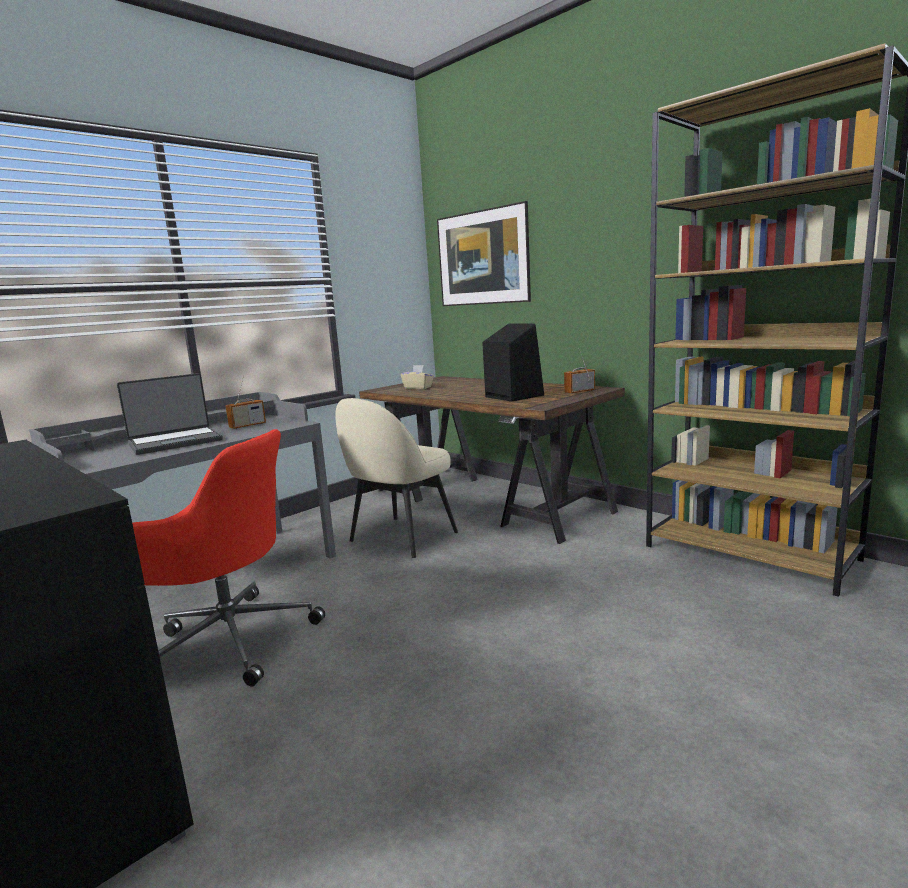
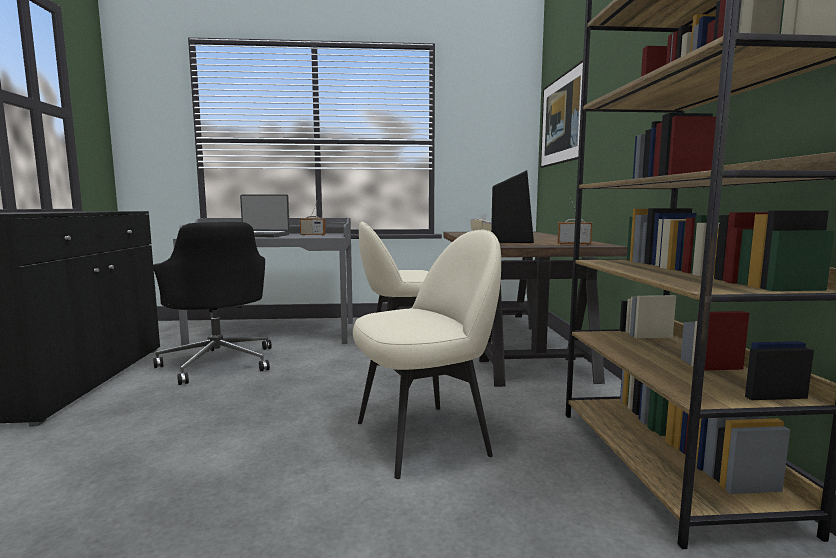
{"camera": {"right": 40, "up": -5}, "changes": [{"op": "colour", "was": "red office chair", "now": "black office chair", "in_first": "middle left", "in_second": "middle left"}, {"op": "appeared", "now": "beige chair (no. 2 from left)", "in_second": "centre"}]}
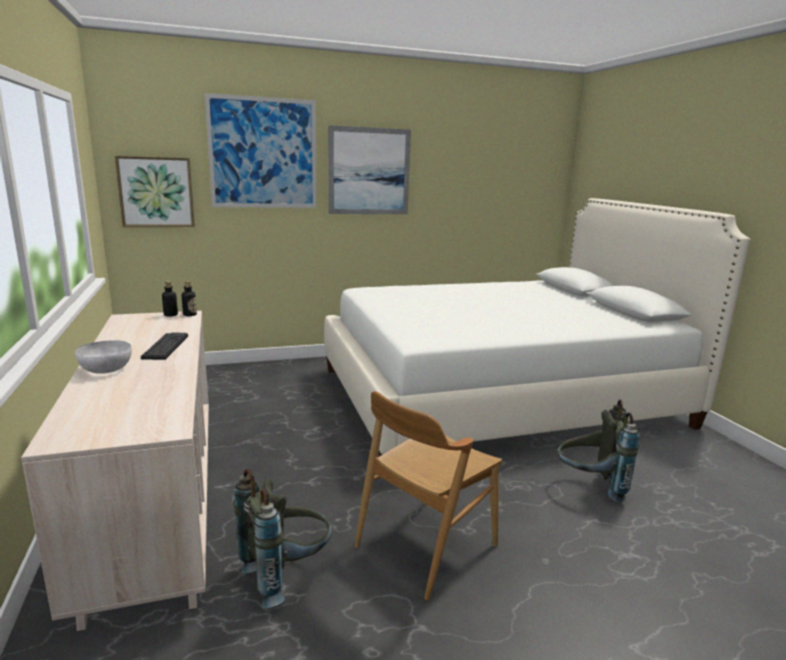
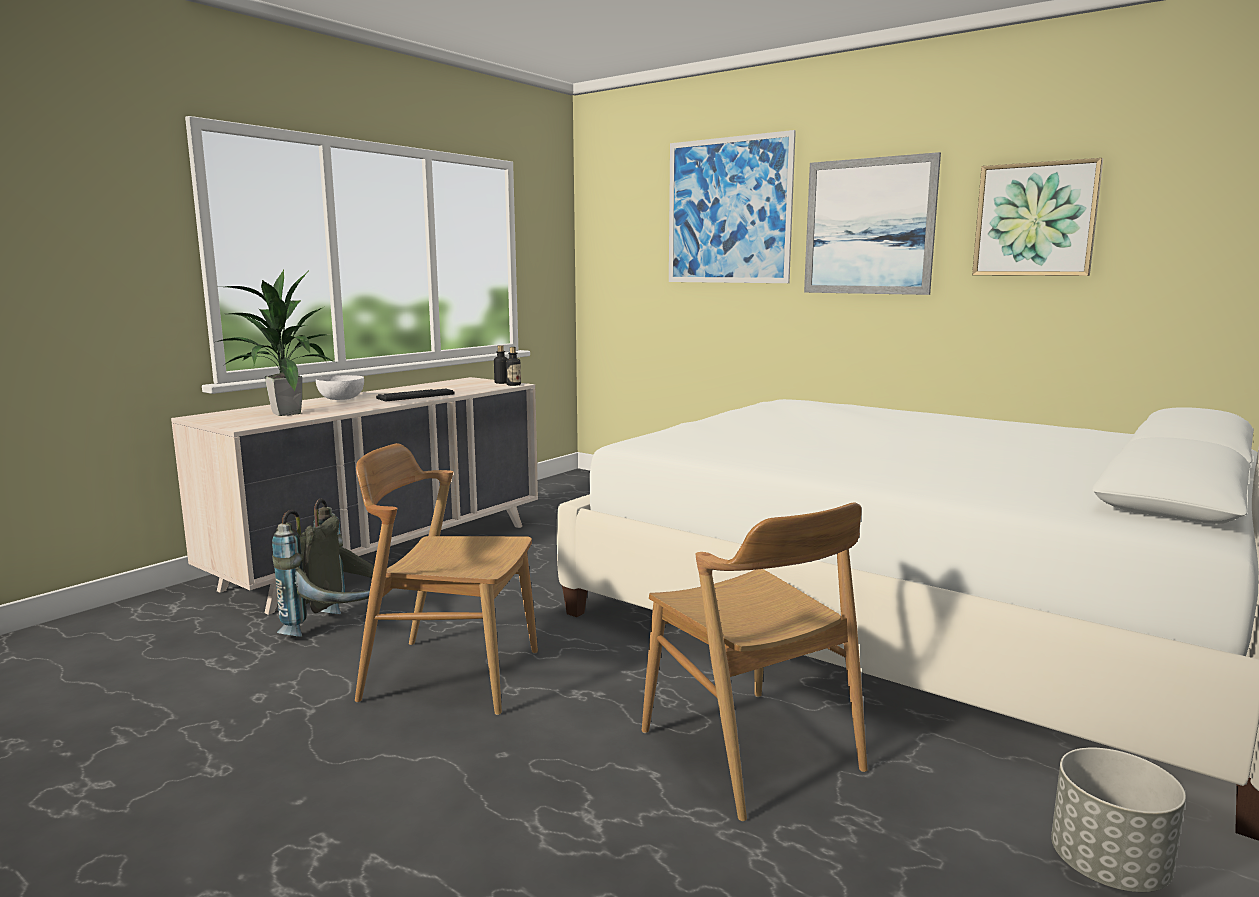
{"camera": {"right": 55, "up": -5}, "changes": [{"op": "appeared", "now": "potted plant", "in_second": "middle left"}, {"op": "exchanged", "was": "grey backpack (no. 2 from left)", "now": "brown chair (no. 2 from left)", "in_first": "bottom right", "in_second": "bottom centre"}, {"op": "relocated", "was": "picture (no. 1 from left in the first image)", "now": "picture (no. 3 from left)", "in_first": "top left", "in_second": "top right"}, {"op": "appeared", "now": "grey planter", "in_second": "bottom right"}]}
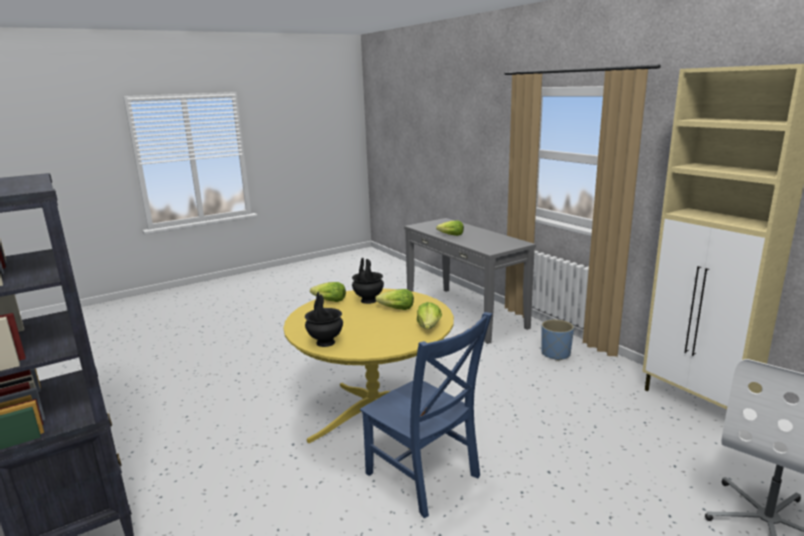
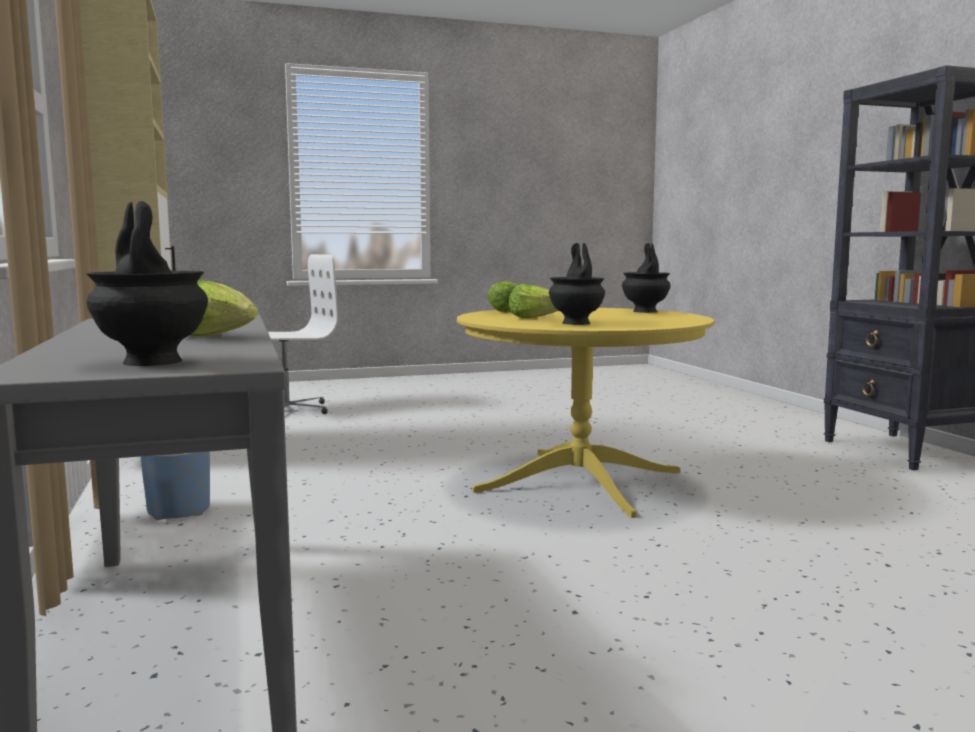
{"camera": {"right": -165, "up": -10}, "changes": [{"op": "appeared", "now": "black vase (no. 1 from left)", "in_second": "middle left"}, {"op": "missing", "was": "lettuce (no. 1 from left)", "in_first": "centre"}, {"op": "missing", "was": "blue chair", "in_first": "bottom centre"}]}
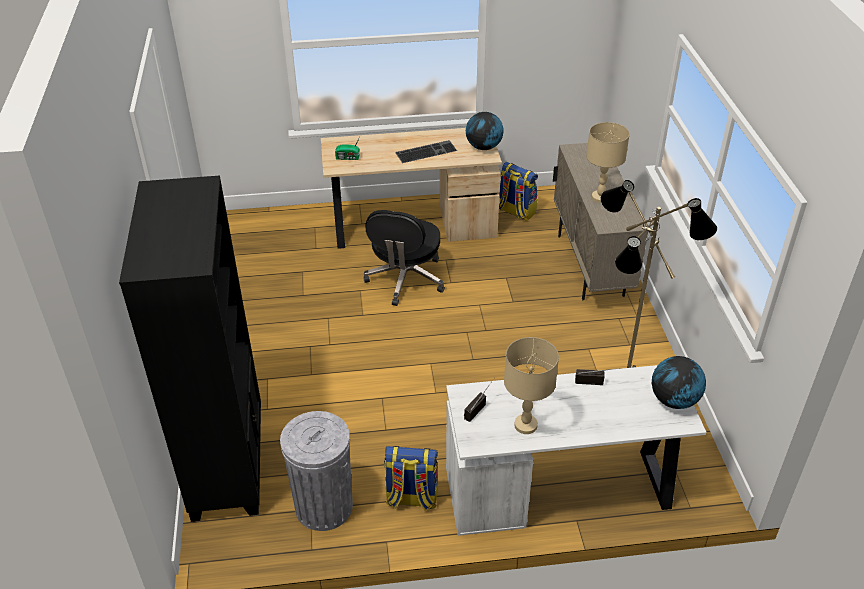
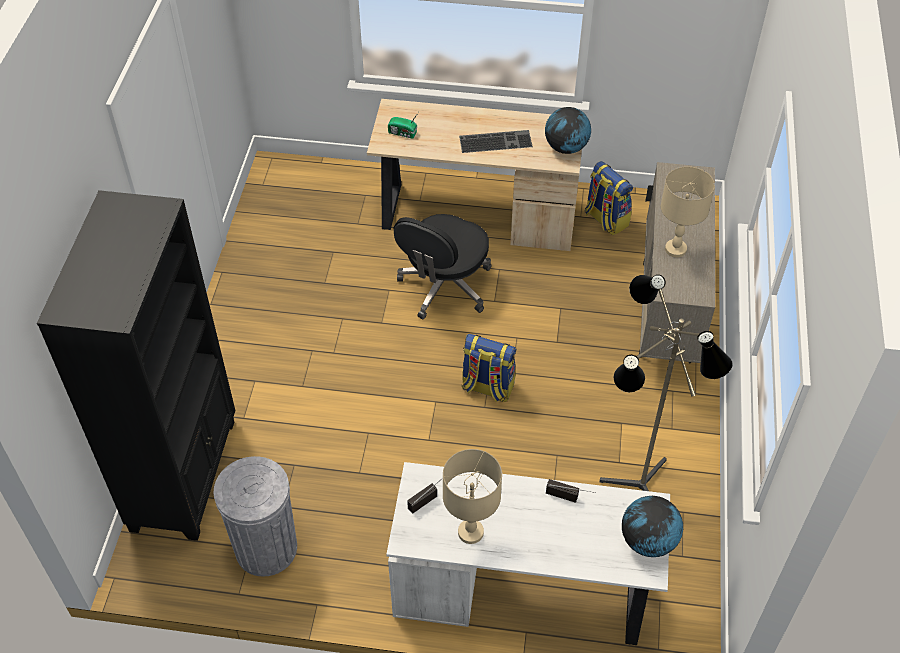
{"camera": {"right": 15, "up": 10}, "changes": [{"op": "relocated", "was": "backpack (no. 1 from left)", "in_first": "bottom centre", "in_second": "centre"}]}
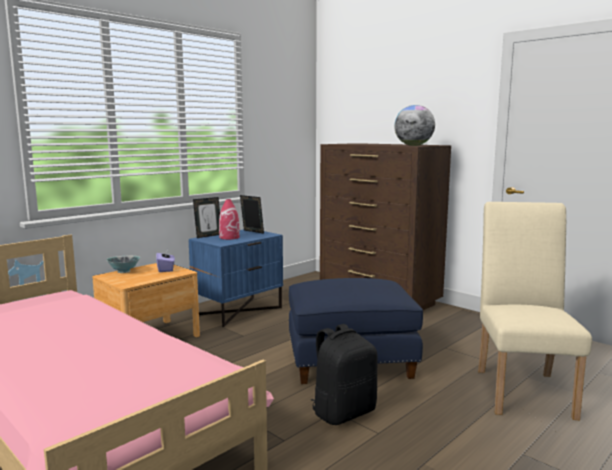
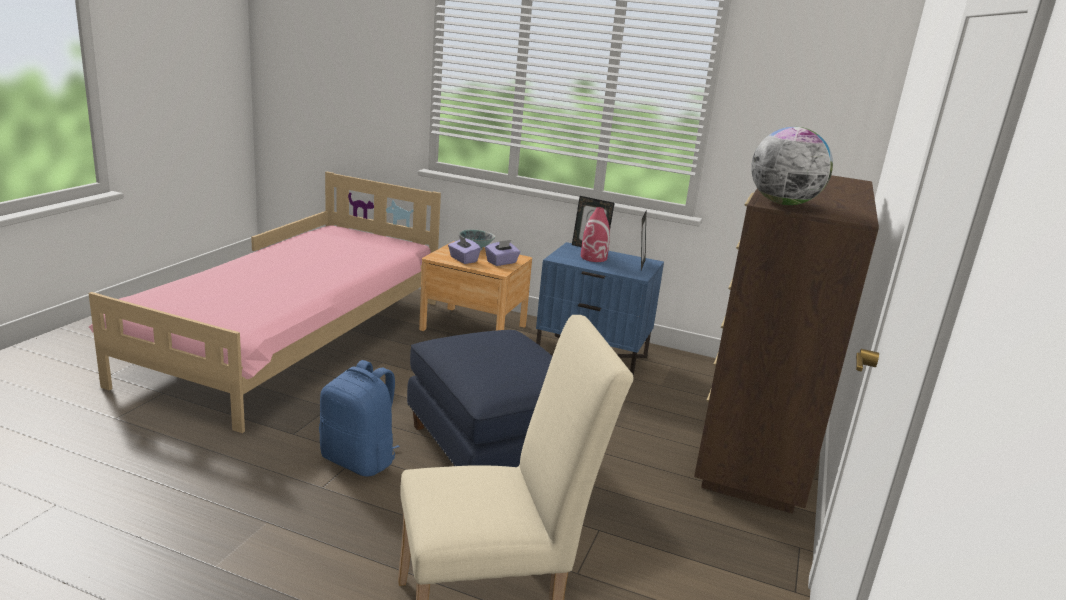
{"camera": {"right": 65, "up": 10}, "changes": [{"op": "colour", "was": "black backpack", "now": "blue backpack", "in_first": "bottom centre", "in_second": "bottom centre"}, {"op": "appeared", "now": "purple tissue box (no. 1 from left)", "in_second": "centre"}]}
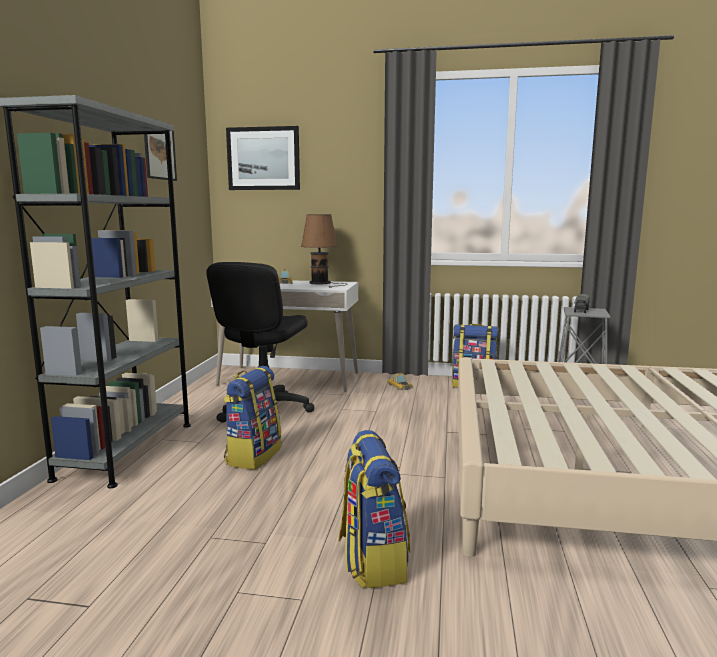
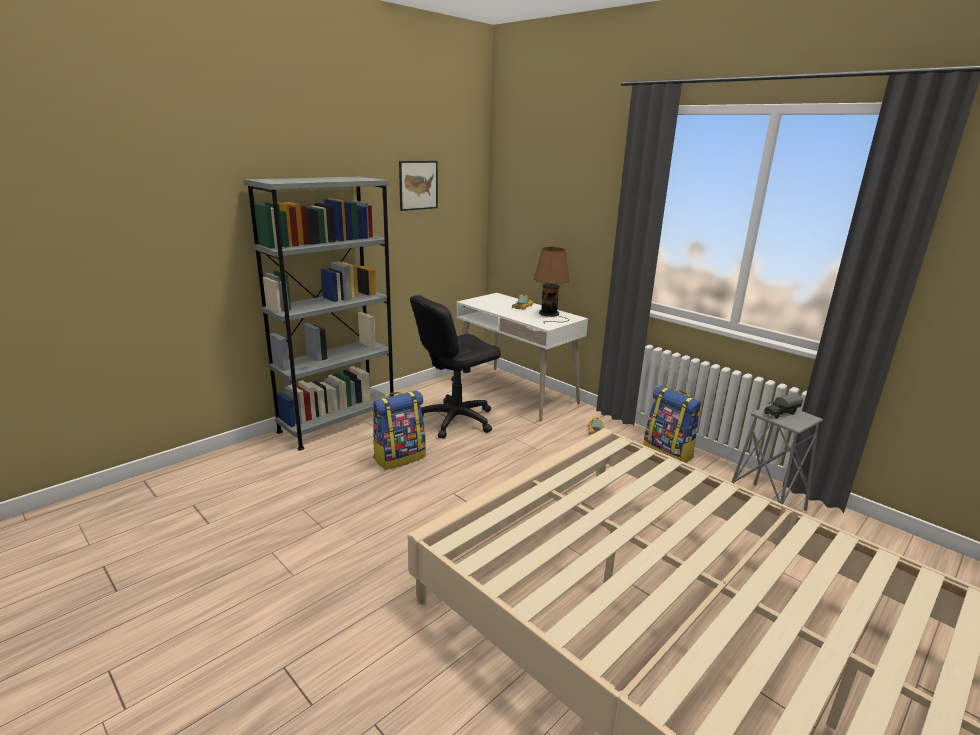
{"camera": {"right": 35, "up": 10}, "changes": [{"op": "missing", "was": "picture (no. 2 from left)", "in_first": "top centre"}, {"op": "missing", "was": "backpack (no. 2 from left)", "in_first": "bottom centre"}]}
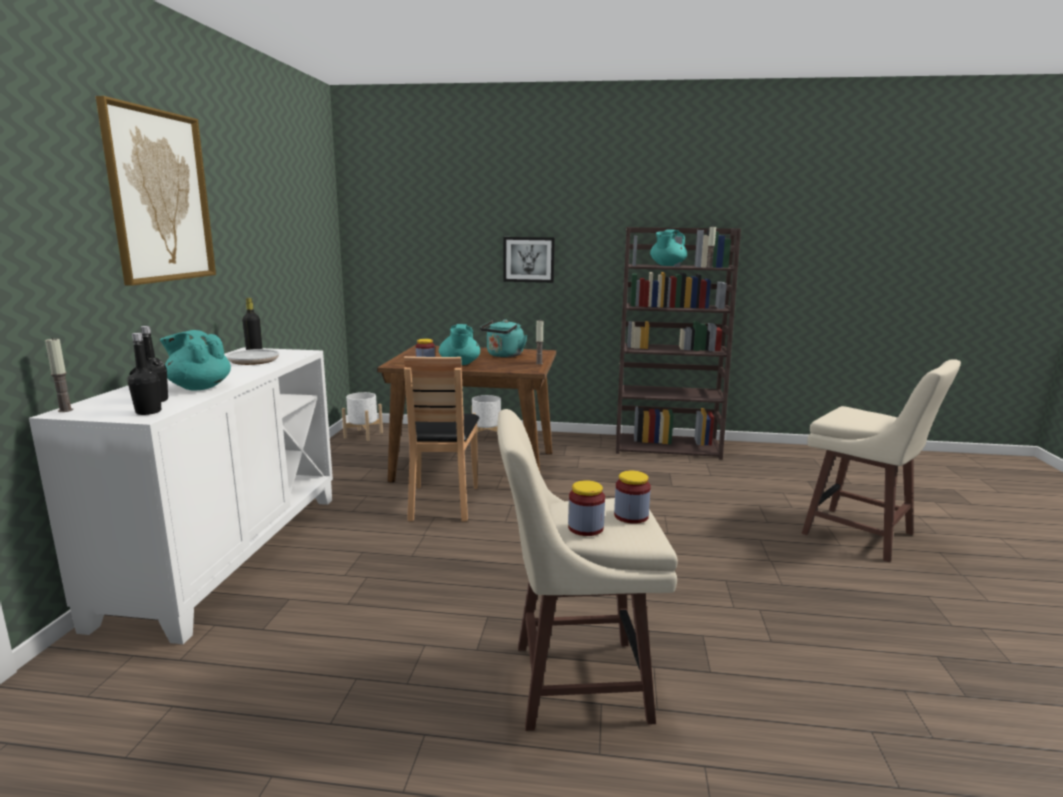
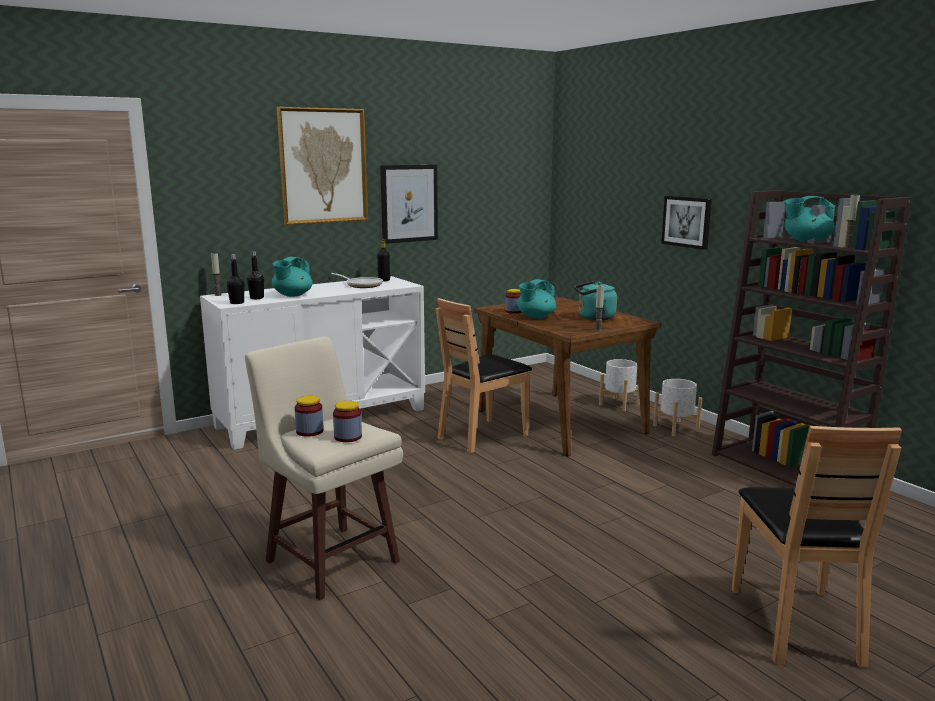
{"camera": {"right": 50, "up": 0}, "changes": [{"op": "spun", "was": "turquoise teapot (no. 1 from left)", "in_first": "middle left", "in_second": "middle left", "clockwise": -135}, {"op": "appeared", "now": "picture (no. 2 from left)", "in_second": "top centre"}, {"op": "relocated", "was": "white planter (no. 1 from left in the first image)", "now": "white planter (no. 2 from left)", "in_first": "centre", "in_second": "middle right"}, {"op": "exchanged", "was": "beige stool (no. 2 from left)", "now": "brown chair (no. 2 from left)", "in_first": "middle right", "in_second": "bottom right"}]}
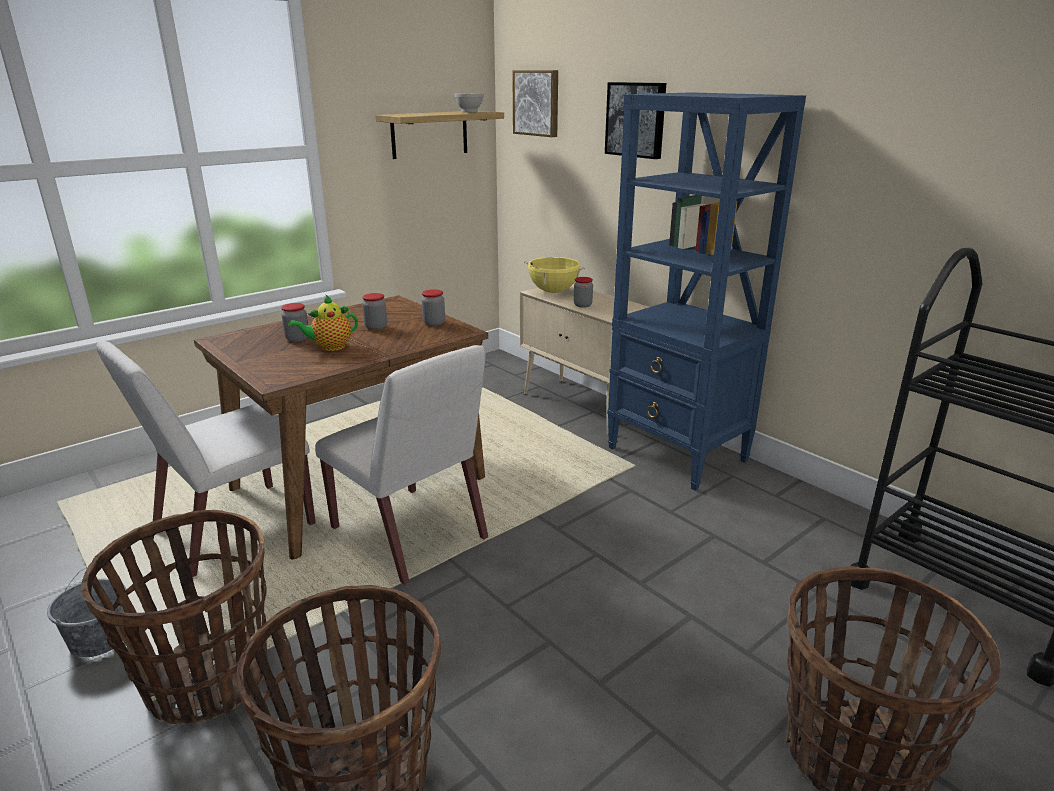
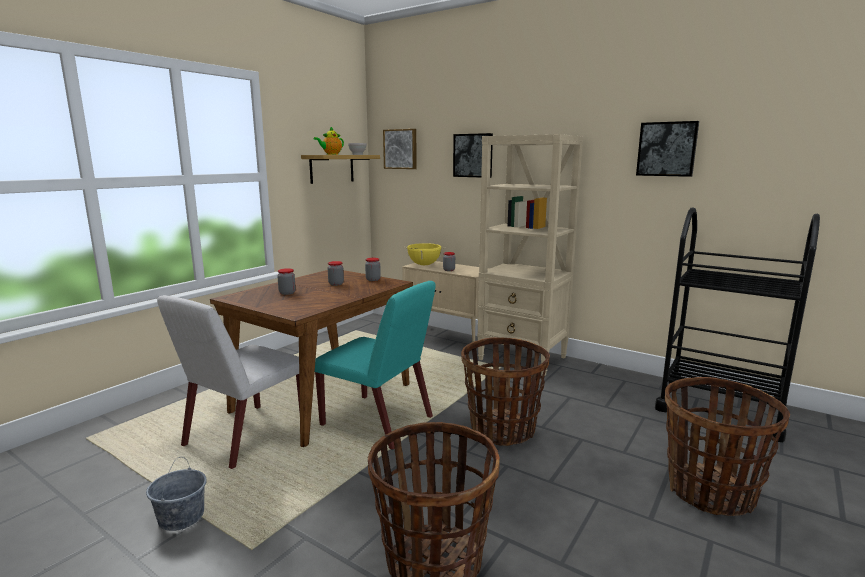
{"camera": {"right": -15, "up": -10}, "changes": [{"op": "relocated", "was": "teapot", "in_first": "middle left", "in_second": "top centre"}, {"op": "colour", "was": "white chair (no. 2 from left)", "now": "turquoise chair", "in_first": "centre", "in_second": "centre"}, {"op": "relocated", "was": "basket (no. 1 from left in the first image)", "now": "basket (no. 2 from left)", "in_first": "bottom left", "in_second": "bottom centre"}, {"op": "colour", "was": "blue bookcase", "now": "beige bookcase", "in_first": "middle right", "in_second": "centre"}, {"op": "appeared", "now": "picture (no. 3 from left)", "in_second": "top right"}]}
